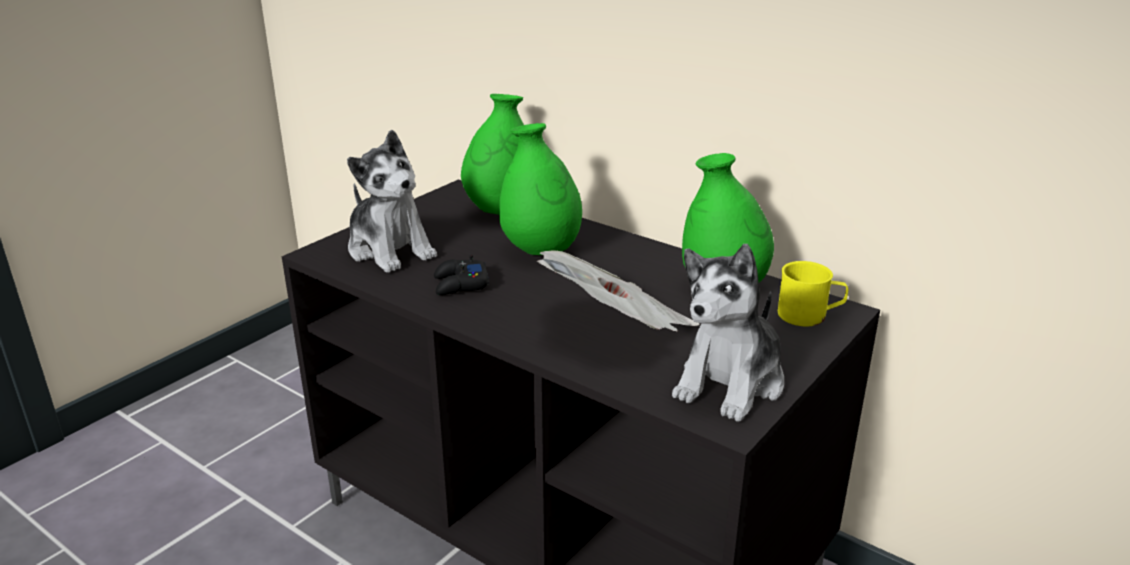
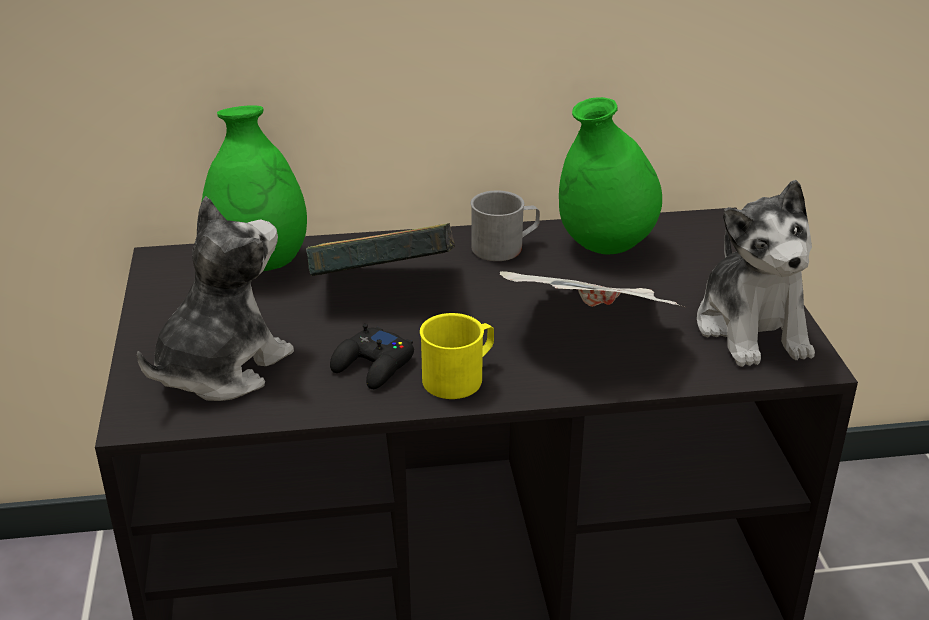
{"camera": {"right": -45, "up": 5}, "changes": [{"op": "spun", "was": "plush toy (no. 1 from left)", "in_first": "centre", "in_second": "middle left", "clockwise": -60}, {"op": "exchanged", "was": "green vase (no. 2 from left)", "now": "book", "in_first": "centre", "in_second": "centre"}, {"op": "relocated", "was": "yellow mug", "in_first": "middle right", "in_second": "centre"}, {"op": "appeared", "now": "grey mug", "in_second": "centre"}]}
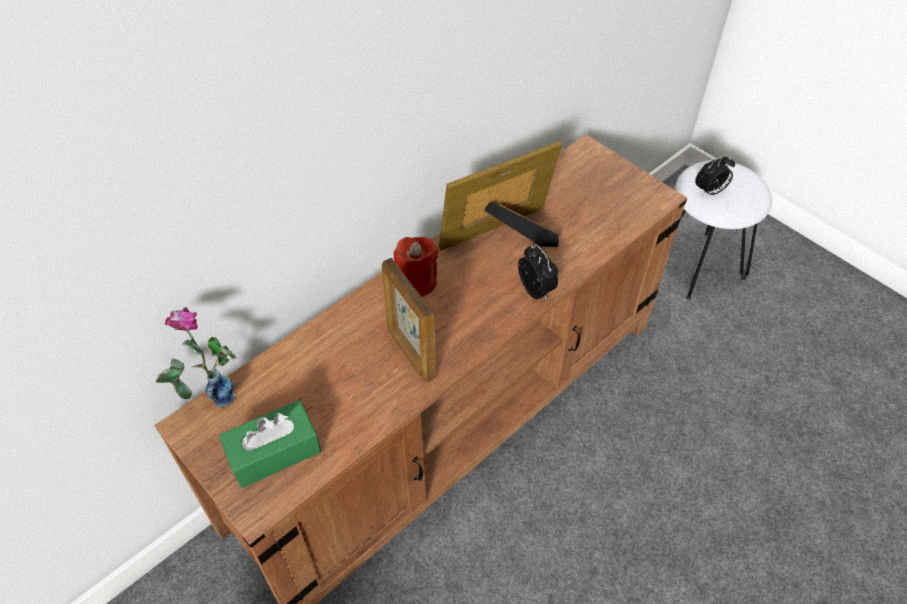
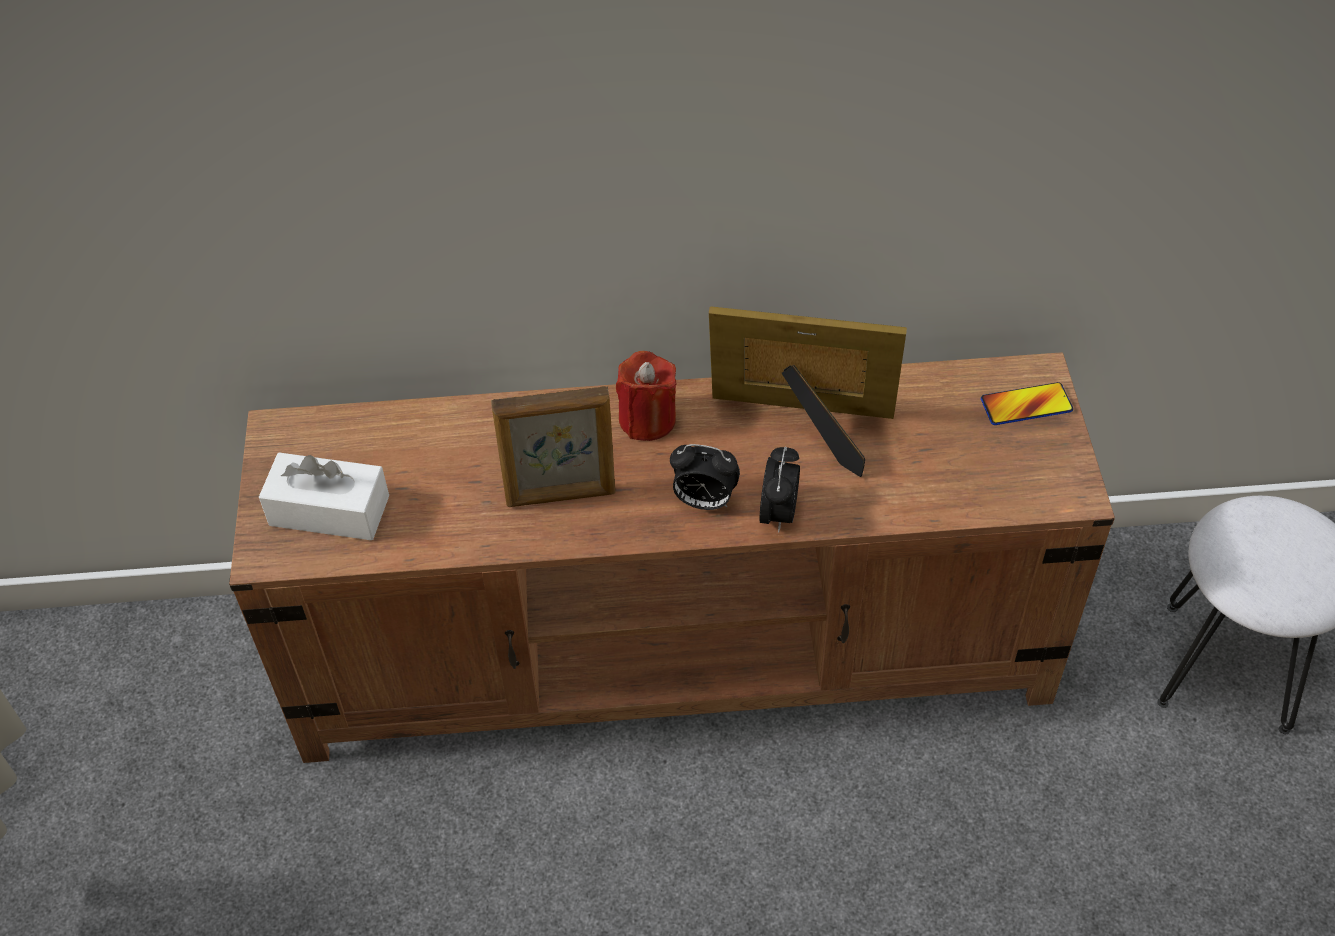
{"camera": {"right": 40, "up": 0}, "changes": [{"op": "colour", "was": "green tissue box", "now": "white tissue box", "in_first": "bottom left", "in_second": "middle left"}, {"op": "spun", "was": "picture frame (no. 1 from left)", "in_first": "centre", "in_second": "centre", "clockwise": -105}, {"op": "relocated", "was": "alarm clock (no. 2 from left in the first image)", "now": "alarm clock (no. 1 from left)", "in_first": "top right", "in_second": "centre"}, {"op": "appeared", "now": "phone", "in_second": "middle right"}, {"op": "missing", "was": "vase", "in_first": "middle left"}]}
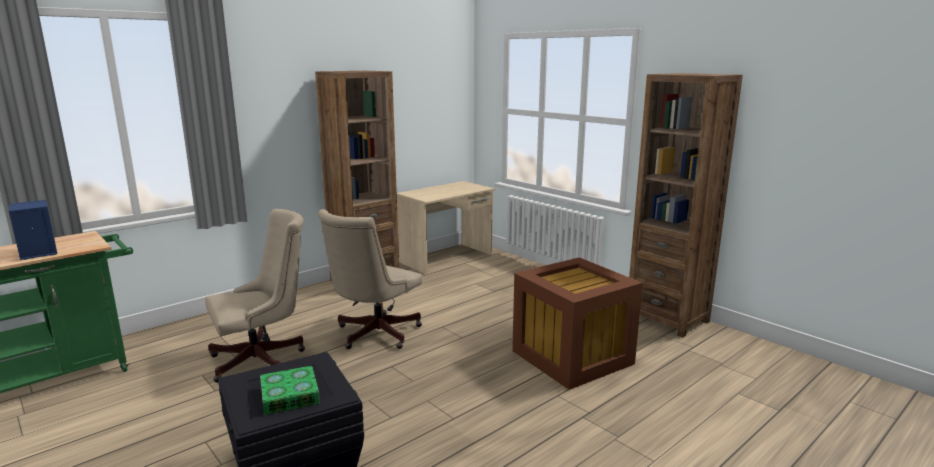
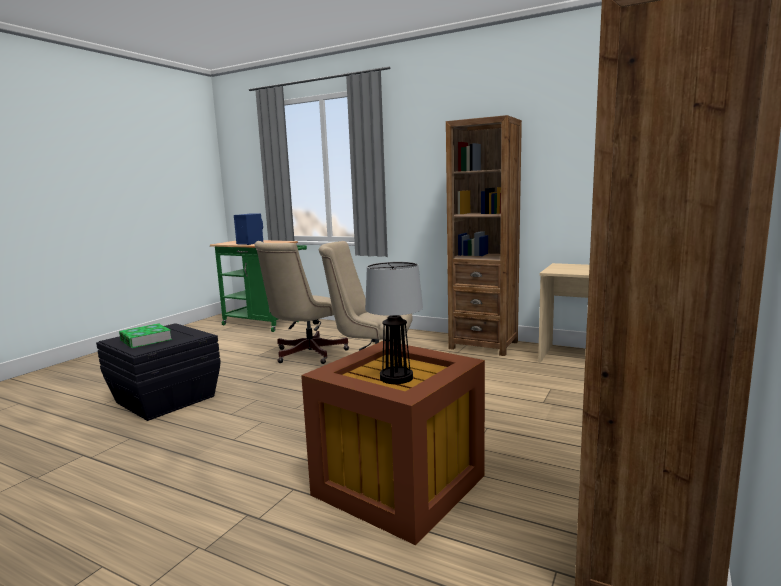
{"camera": {"right": 70, "up": -5}, "changes": [{"op": "spun", "was": "beige office chair (no. 1 from left)", "in_first": "middle left", "in_second": "centre", "clockwise": 90}, {"op": "appeared", "now": "table lamp", "in_second": "centre"}]}
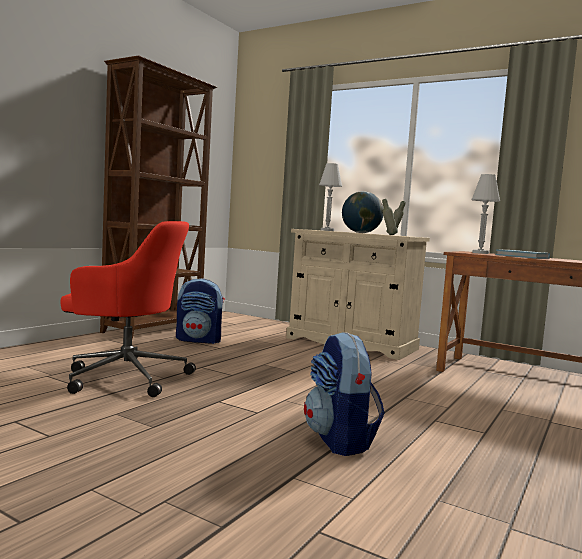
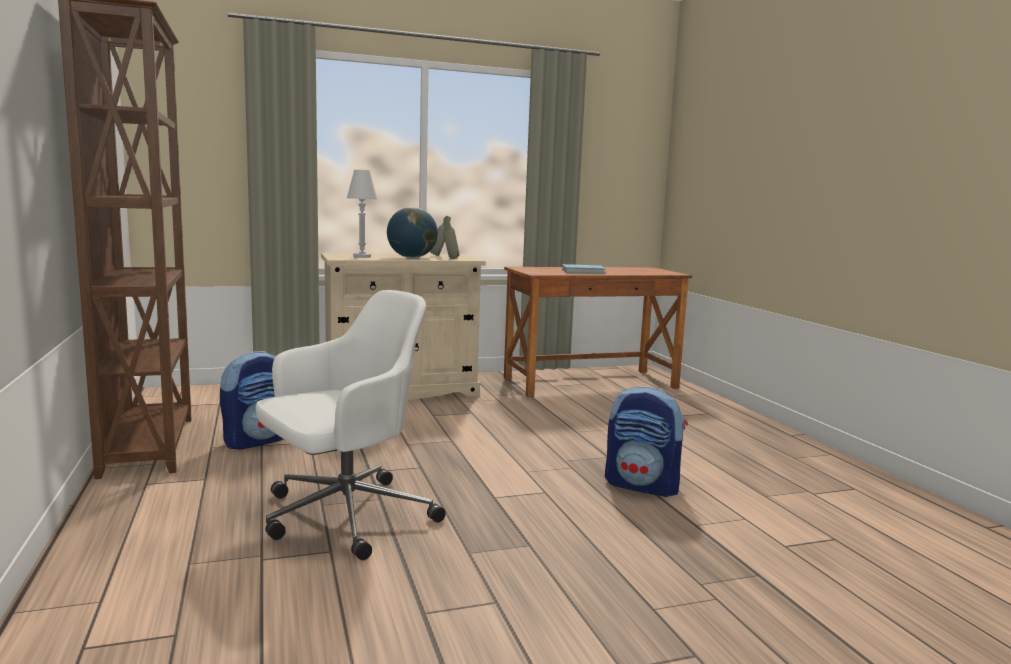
{"camera": {"right": -50, "up": 5}, "changes": [{"op": "colour", "was": "red office chair", "now": "white office chair", "in_first": "middle left", "in_second": "centre"}, {"op": "missing", "was": "white table lamp (no. 2 from left)", "in_first": "middle right"}]}
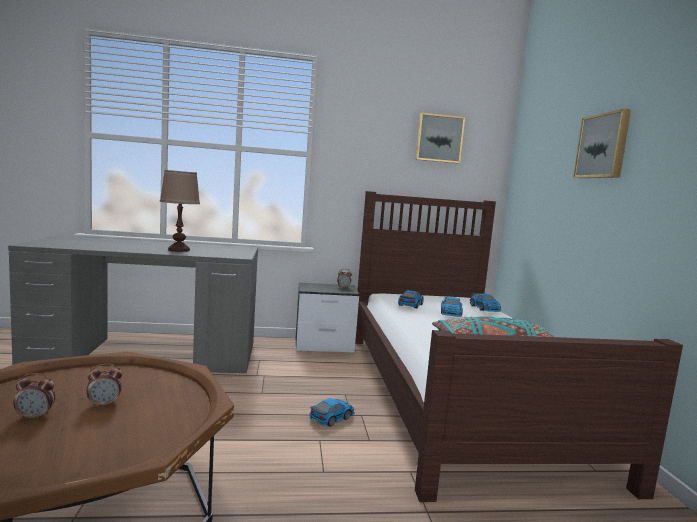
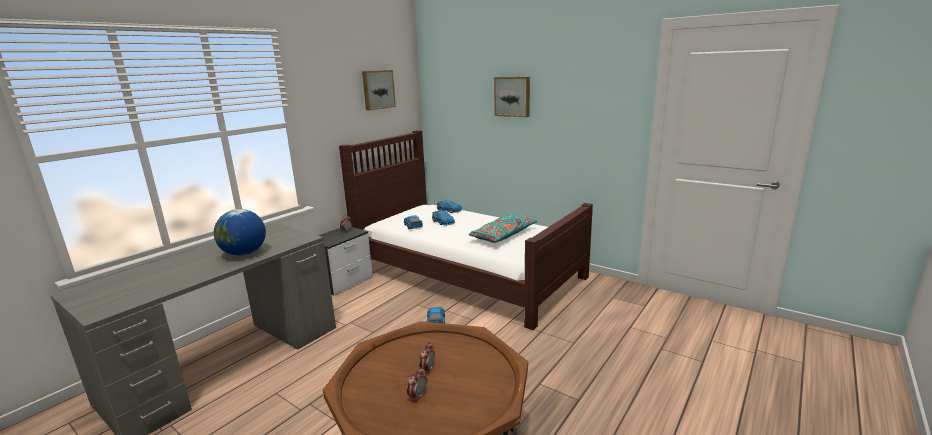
{"camera": {"right": -45, "up": 10}, "changes": [{"op": "exchanged", "was": "brown table lamp", "now": "globe", "in_first": "middle left", "in_second": "middle left"}]}
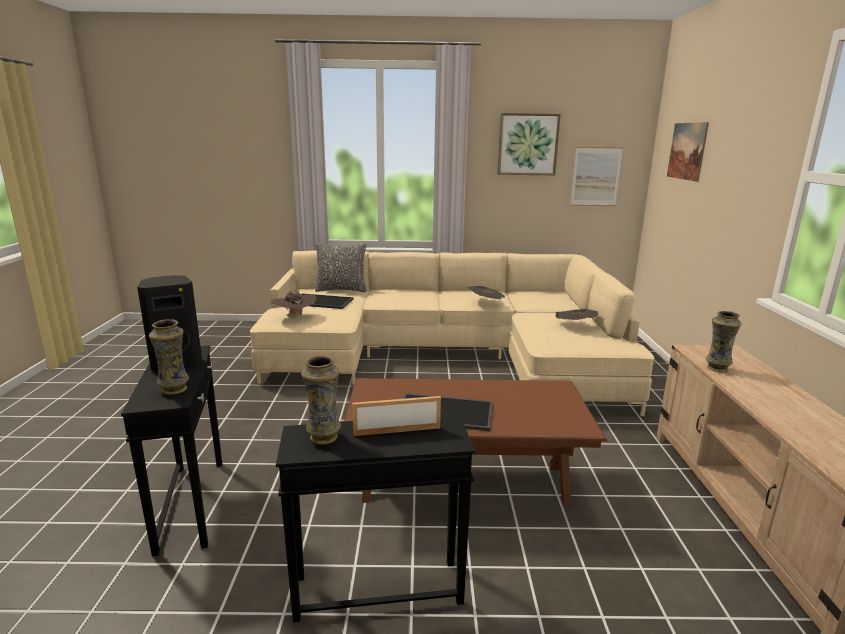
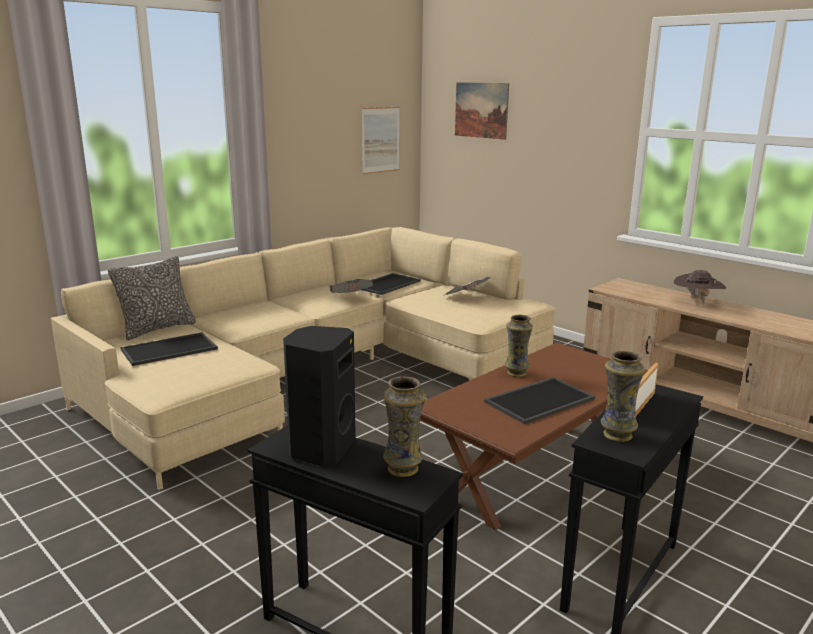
{"camera": {"right": -45, "up": 0}, "changes": [{"op": "appeared", "now": "tray (no. 2 from left)", "in_second": "centre"}, {"op": "relocated", "was": "vase (no. 3 from left in the first image)", "now": "vase (no. 2 from left)", "in_first": "middle right", "in_second": "centre"}, {"op": "relocated", "was": "brown hat", "in_first": "centre", "in_second": "middle right"}, {"op": "missing", "was": "picture (no. 1 from left)", "in_first": "top centre"}]}
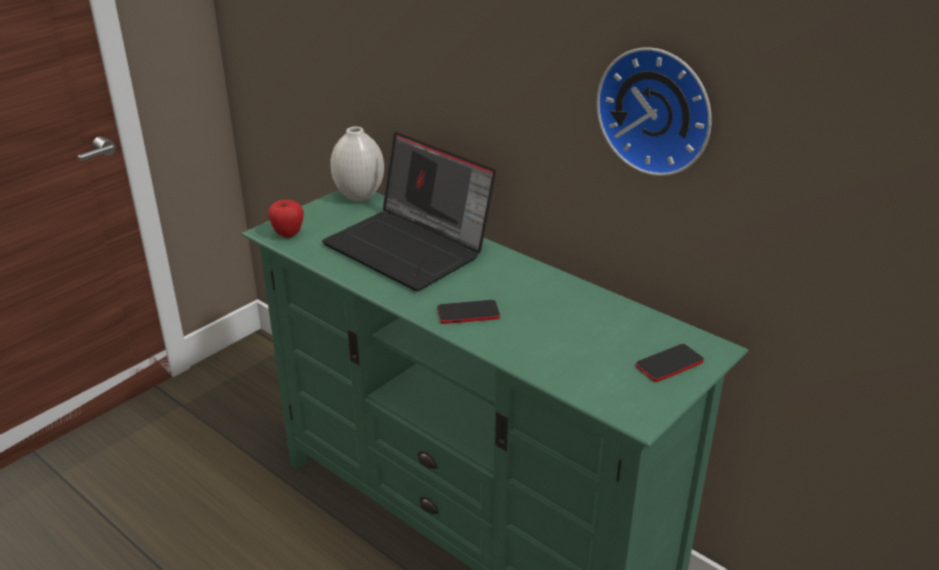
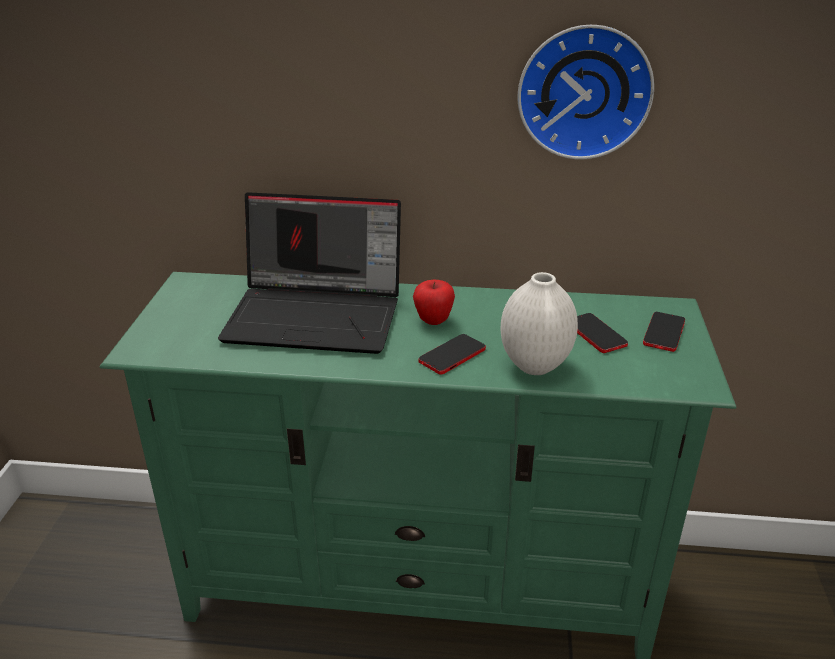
{"camera": {"right": -35, "up": 0}, "changes": [{"op": "relocated", "was": "apple", "in_first": "middle left", "in_second": "centre"}, {"op": "relocated", "was": "white vase", "in_first": "top centre", "in_second": "centre"}, {"op": "appeared", "now": "phone (no. 2 from left)", "in_second": "middle right"}]}
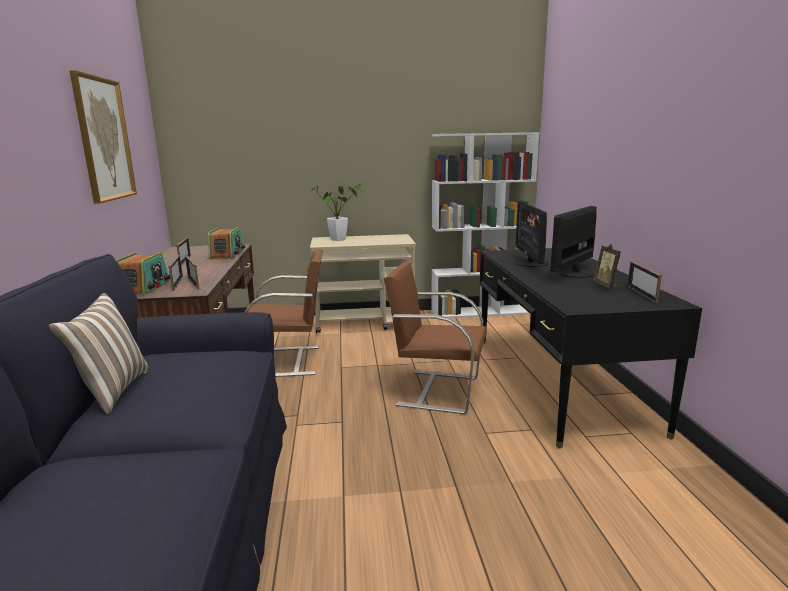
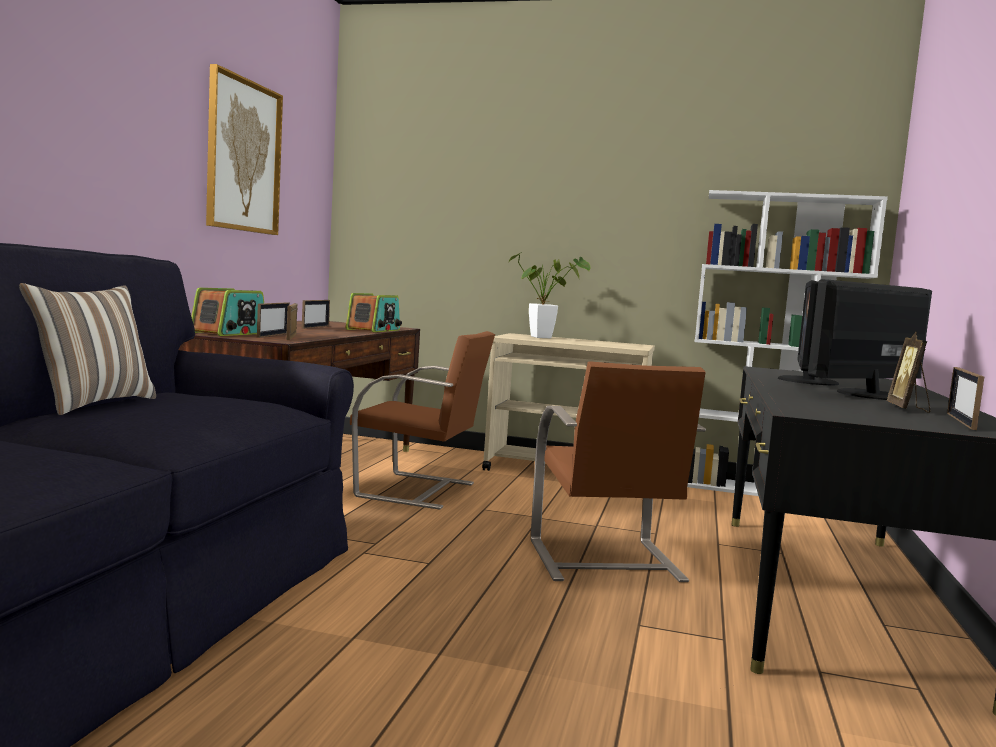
{"camera": {"right": 20, "up": -10}, "changes": [{"op": "spun", "was": "brown chair (no. 2 from left)", "in_first": "centre", "in_second": "centre", "clockwise": -135}]}
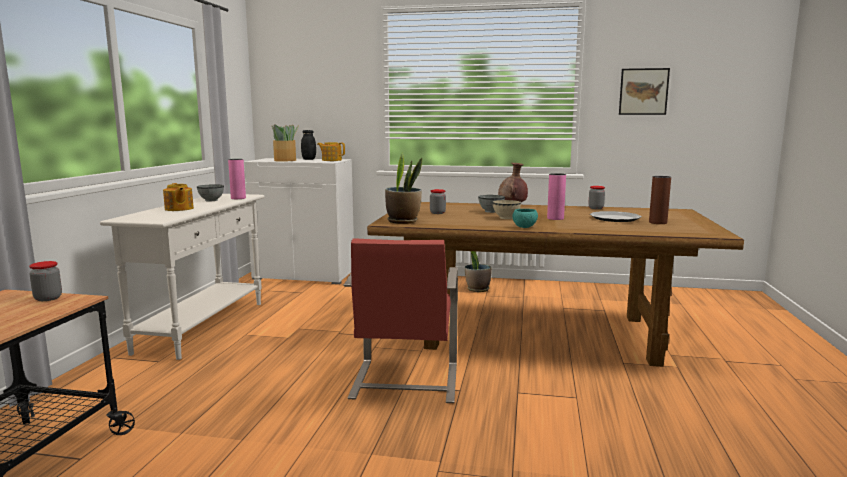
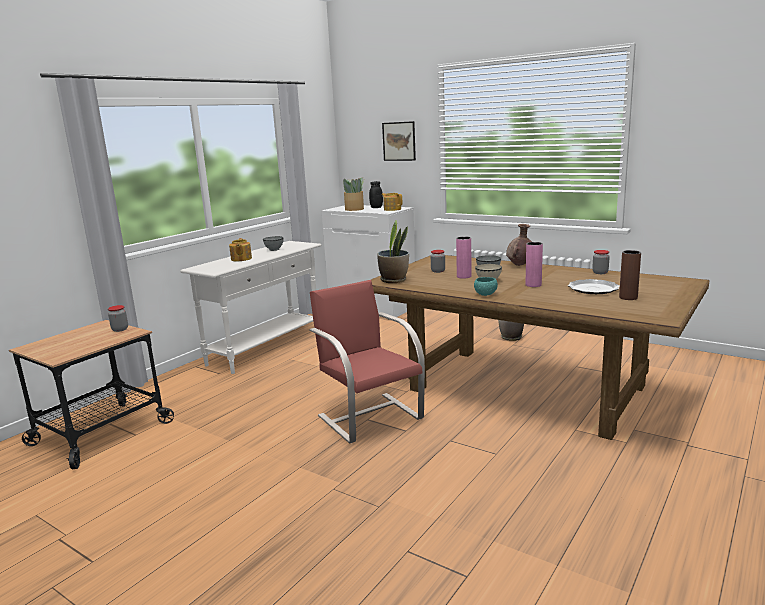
{"camera": {"right": 25, "up": 5}, "changes": [{"op": "spun", "was": "red chair", "in_first": "bottom centre", "in_second": "centre", "clockwise": 120}, {"op": "relocated", "was": "picture", "in_first": "top right", "in_second": "top centre"}, {"op": "relocated", "was": "pink vase (no. 1 from left)", "in_first": "middle left", "in_second": "centre"}]}
